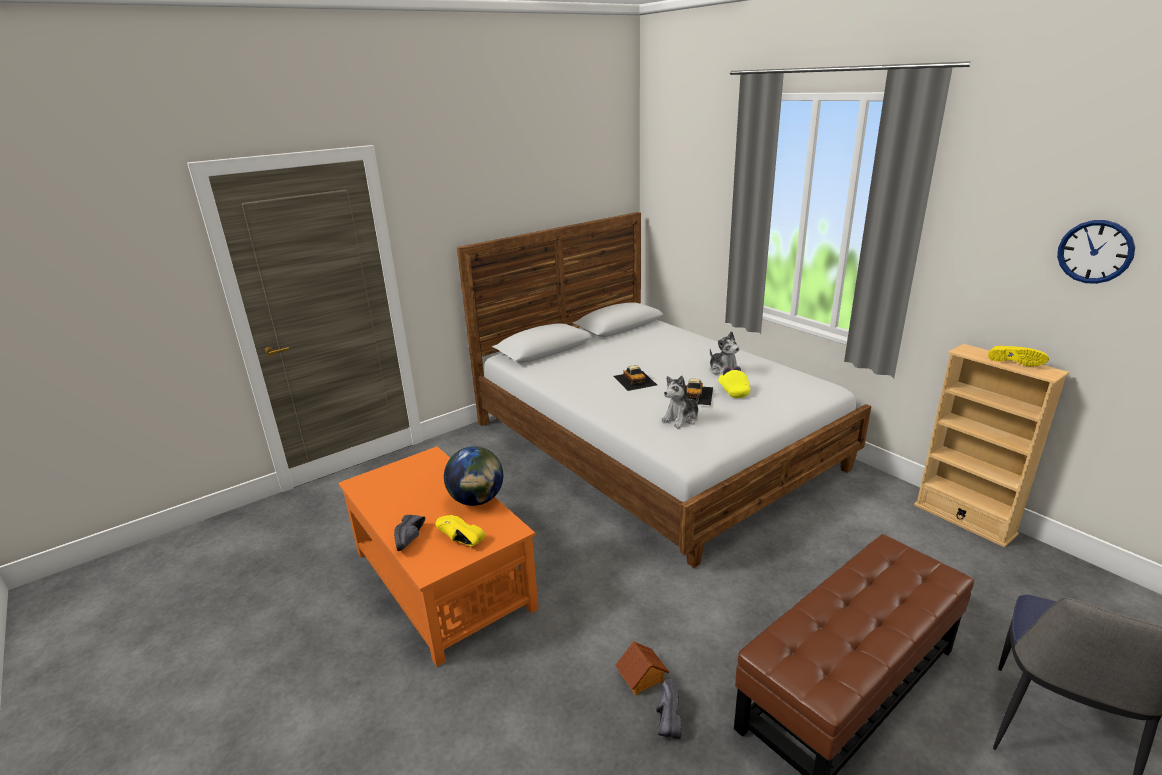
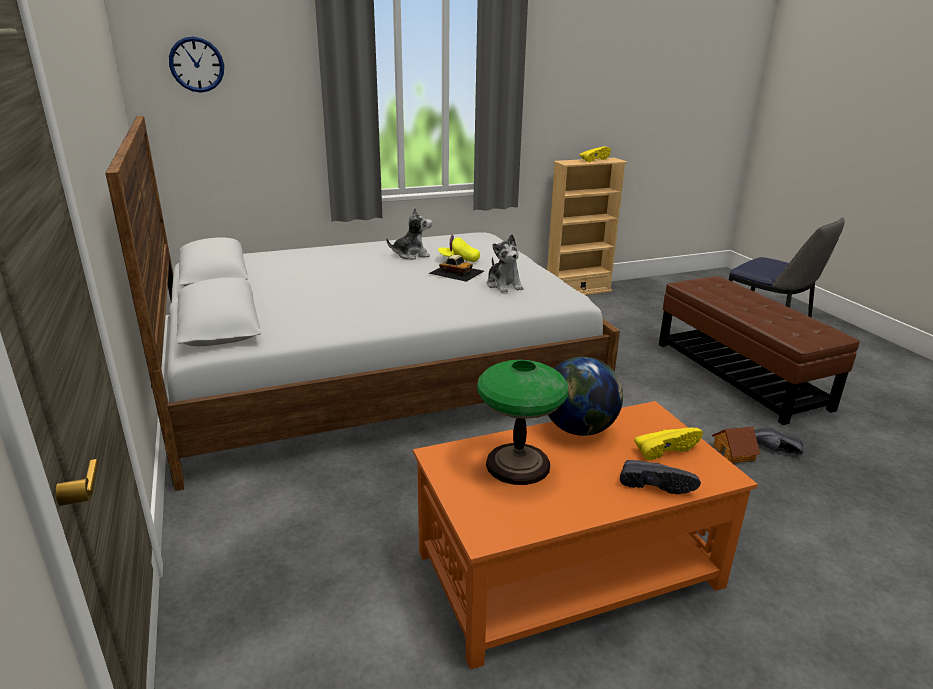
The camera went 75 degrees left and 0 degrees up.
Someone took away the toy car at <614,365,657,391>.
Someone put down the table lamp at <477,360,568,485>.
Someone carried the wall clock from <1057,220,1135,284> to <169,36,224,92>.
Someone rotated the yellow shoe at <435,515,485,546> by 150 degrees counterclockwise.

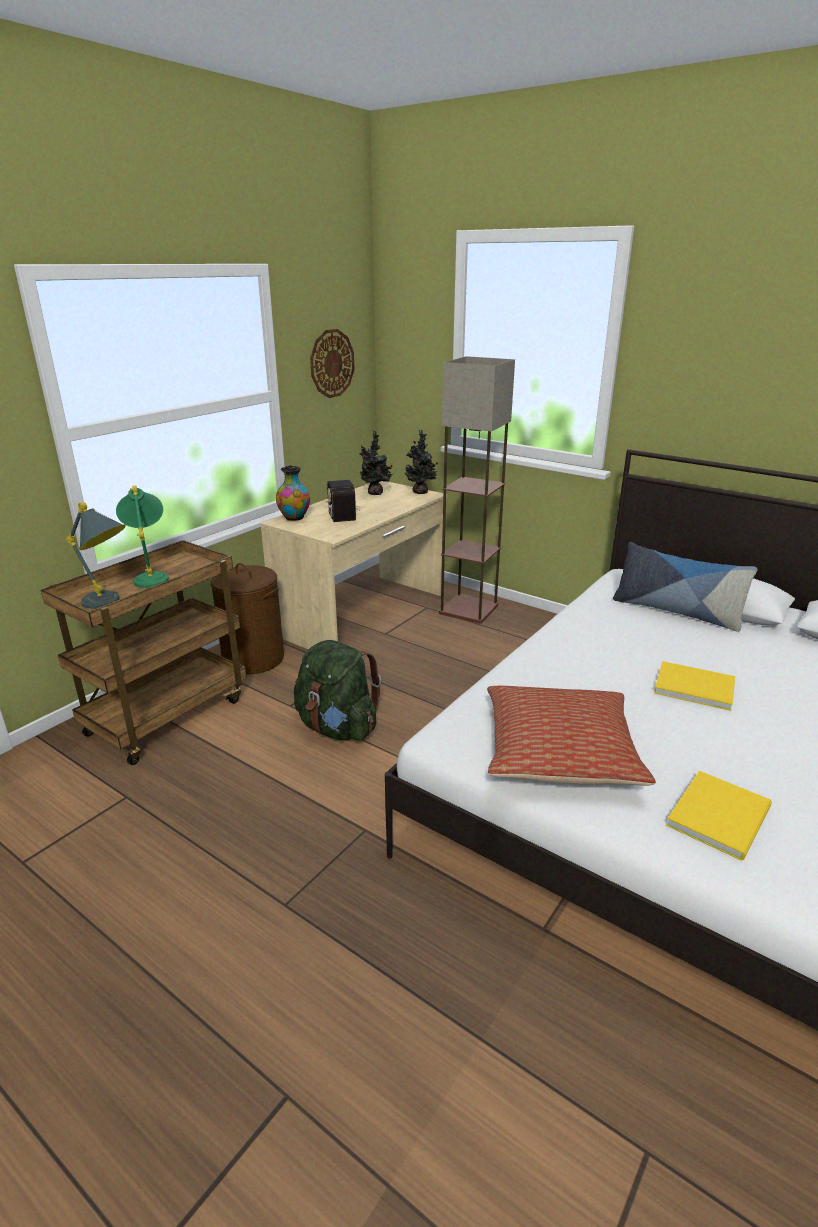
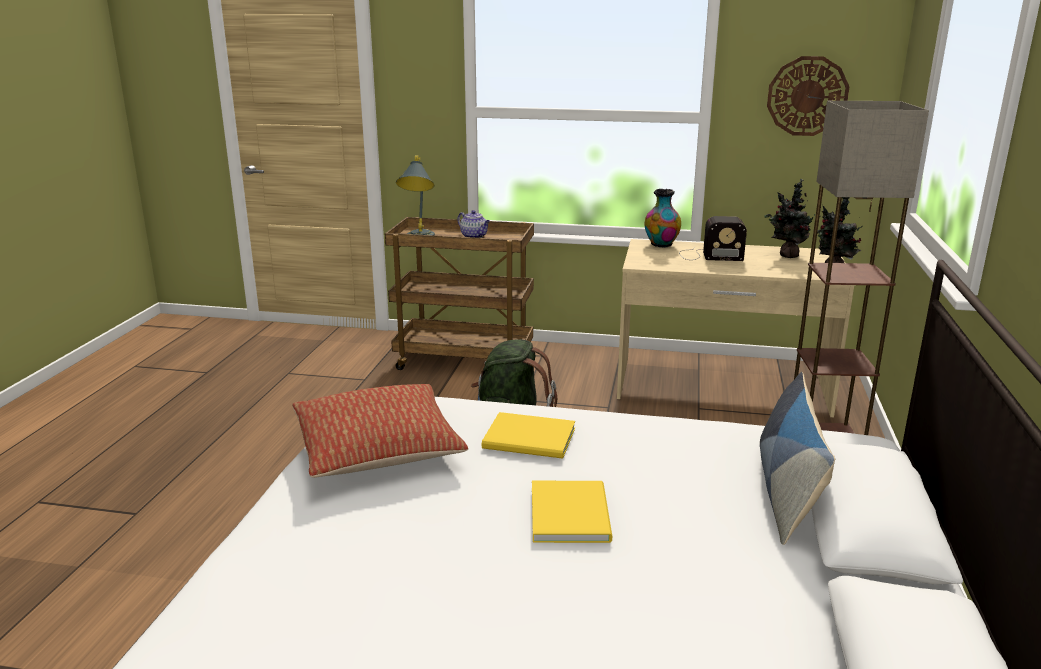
The camera went 65 degrees right and 5 degrees down.
Someone took away the brown laundry basket at <210,563,284,674>.
Someone carried the yellow book from <666,771,772,861> to <482,412,575,459>.
Someone swapped the green table lamp at <116,486,169,588> for the teapot at <457,210,490,238>.
Someone rotated the radio at <325,480,361,522> by 135 degrees counterclockwise.

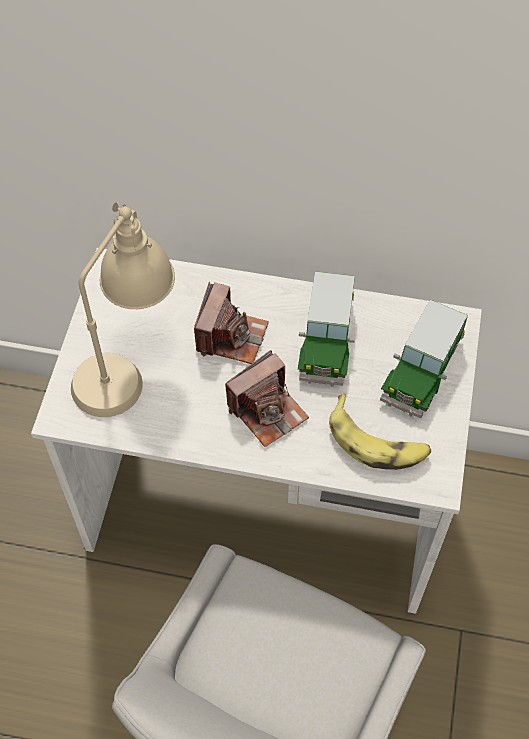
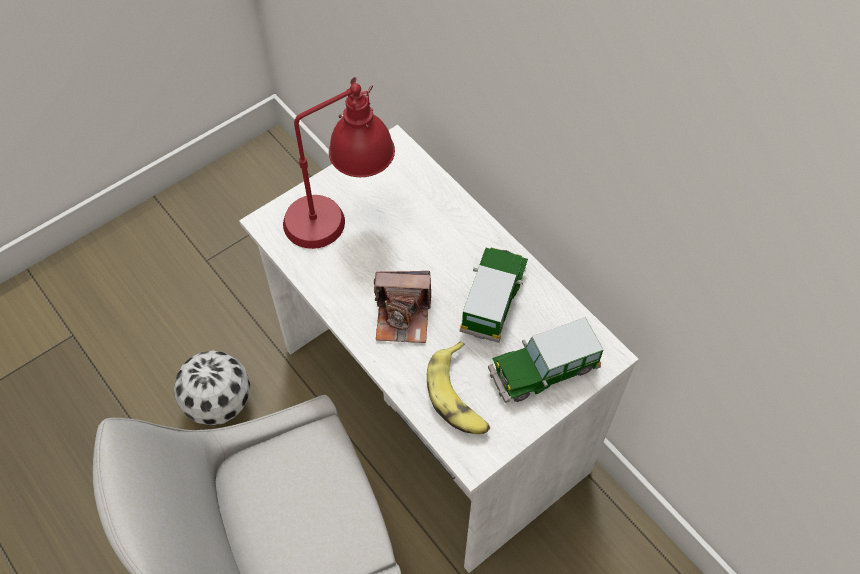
The camera went 40 degrees right and 0 degrees up.
Someone took away the photo camera at <194,282,269,364>.
Someone put down the football at <174,351,250,425>.
Someone repainted the beige table lamp at <71,202,175,417>, which became the red table lamp at <283,77,395,249>.
Someone rotated the toy car at <298,271,355,387> by 150 degrees clockwise.

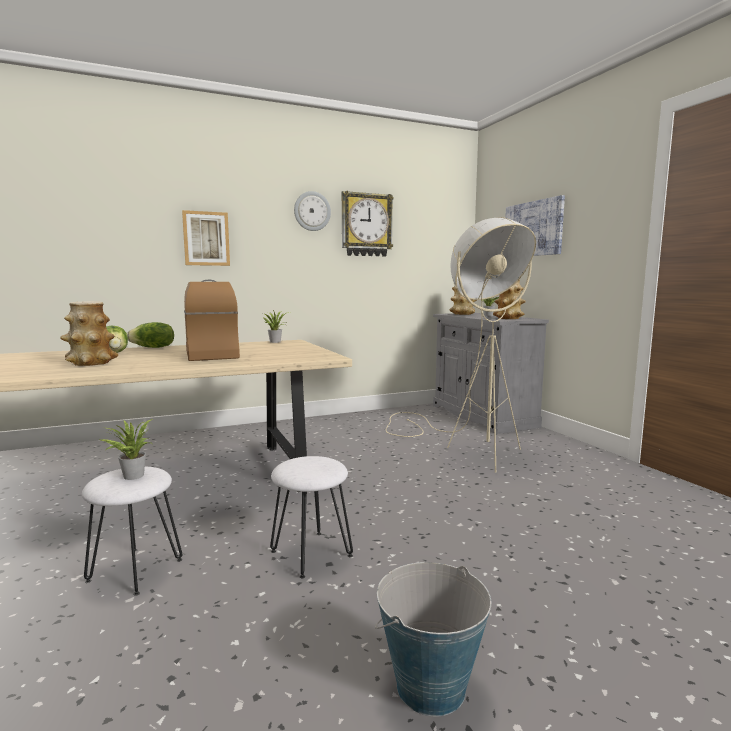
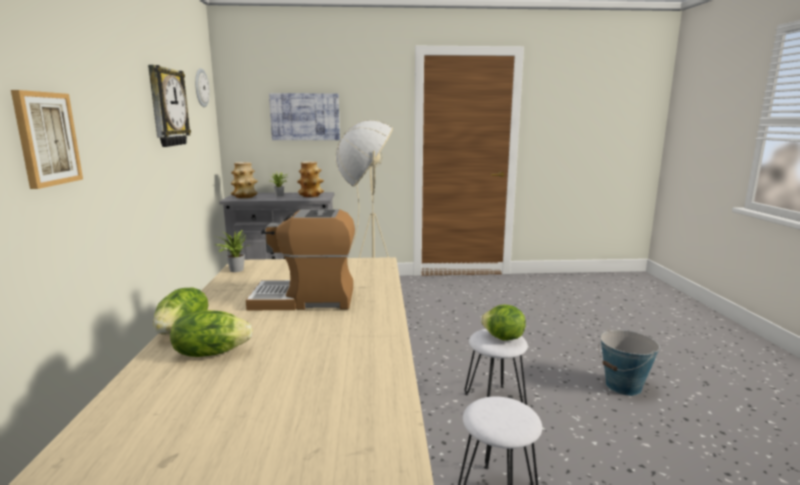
The camera went 70 degrees left and 5 degrees up.
Someone took away the vase at <60,301,118,366>.
Someone took away the potted plant at <99,419,153,480>.
Someone put down the lettuce at <481,305,526,340>.
Someone carried the wall clock from <294,191,331,231> to <195,68,210,107>.

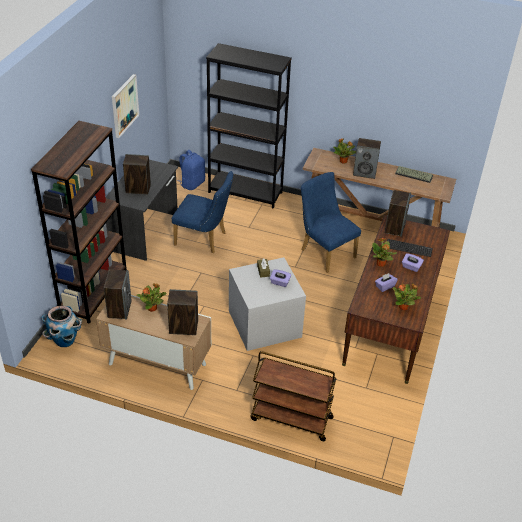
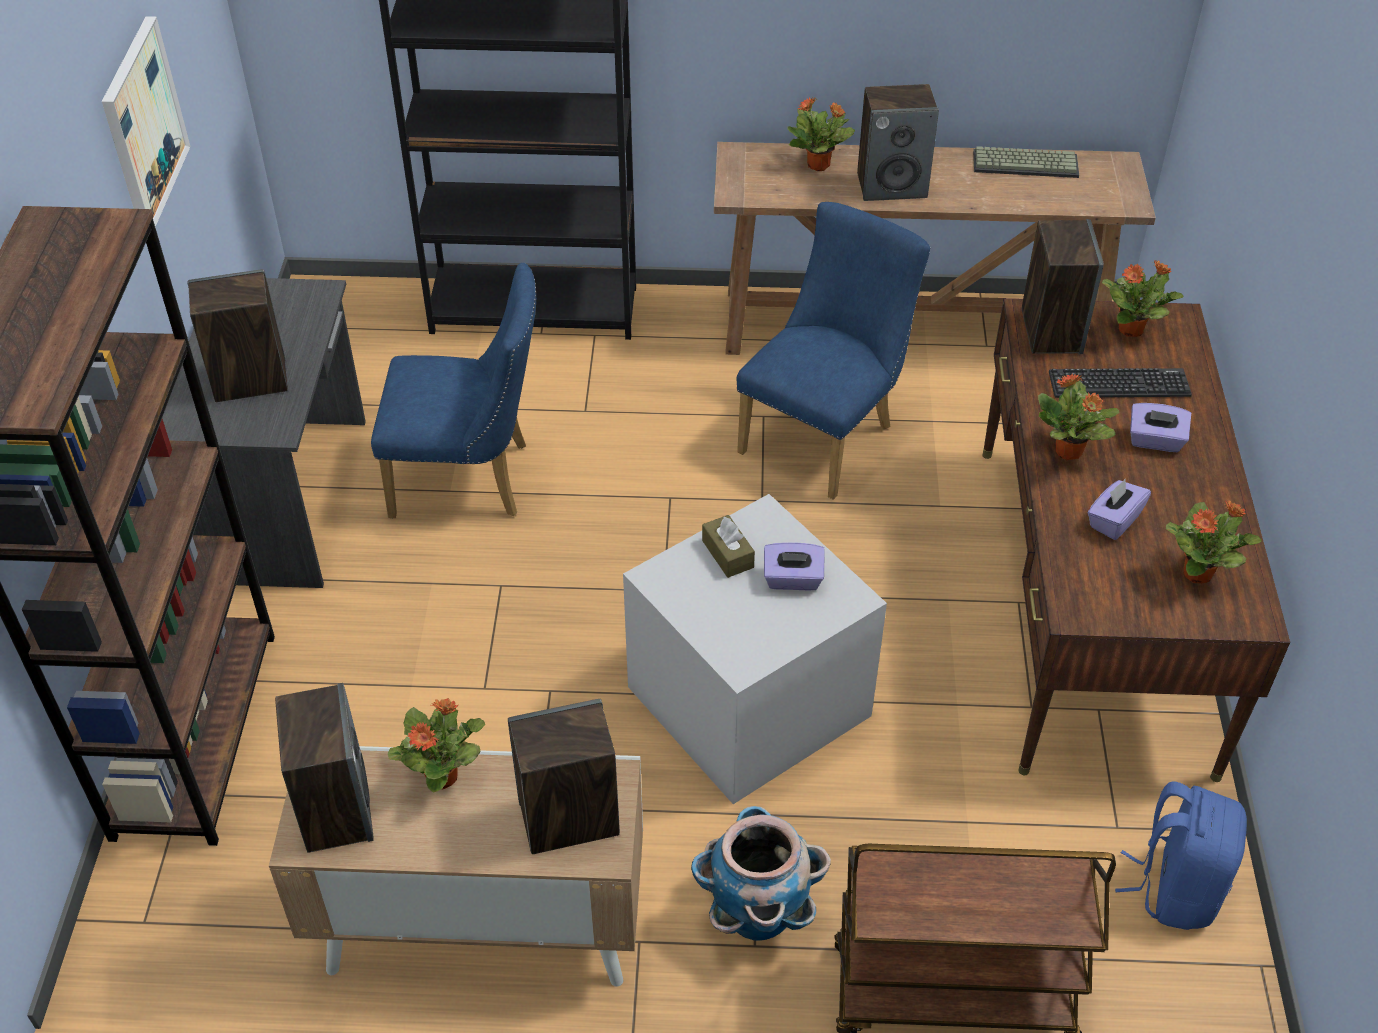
The camera went 15 degrees left and 5 degrees up.
Someone put down the potted plant at <1102,260,1183,337>.
Someone carried the planter from <41,306,82,347> to <691,806,831,941>.
Someone carried the blue backpack from <178,150,205,190> to <1115,782,1247,930>.
Someone rotated the blue chair at <301,172,361,273> by 90 degrees clockwise.

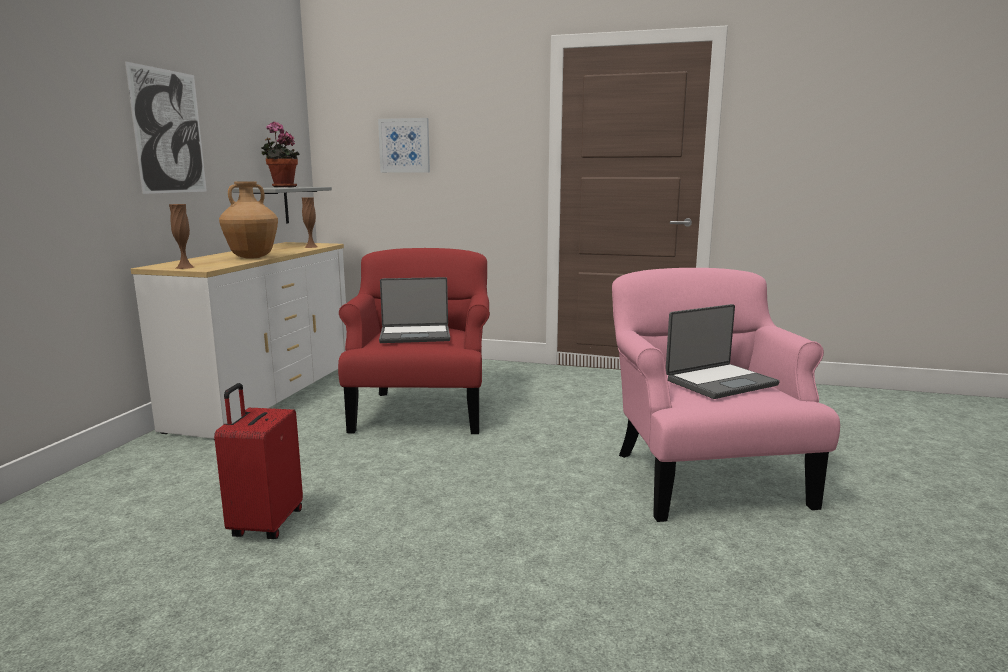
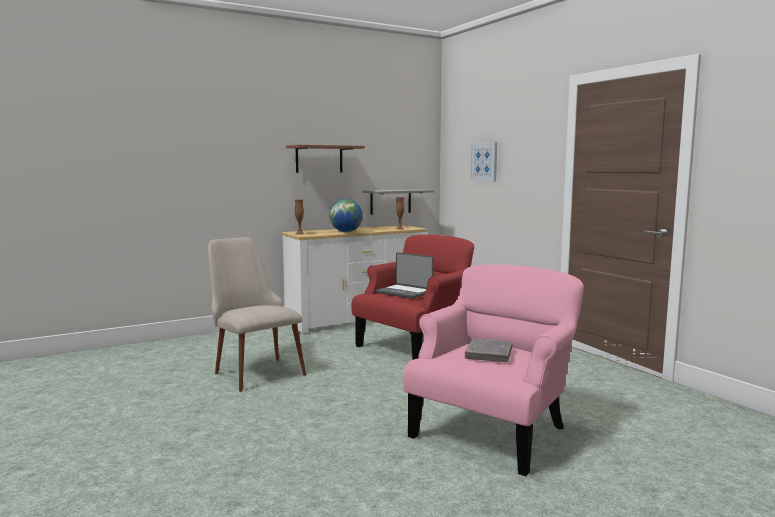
The camera went 45 degrees right and 5 degrees down.
Someone took away the potted plant at <261,122,300,187>.
Someone swapped the picture at <125,61,207,194> for the brown shelf at <286,145,365,173>.
Someone swapped the red suitcase at <214,383,303,539> for the beige chair at <208,237,306,392>.
Someone swapped the brown vase at <219,182,278,259> for the globe at <330,199,363,232>.
Someone swapped the laptop at <666,304,780,399> for the grey book at <465,338,513,362>.

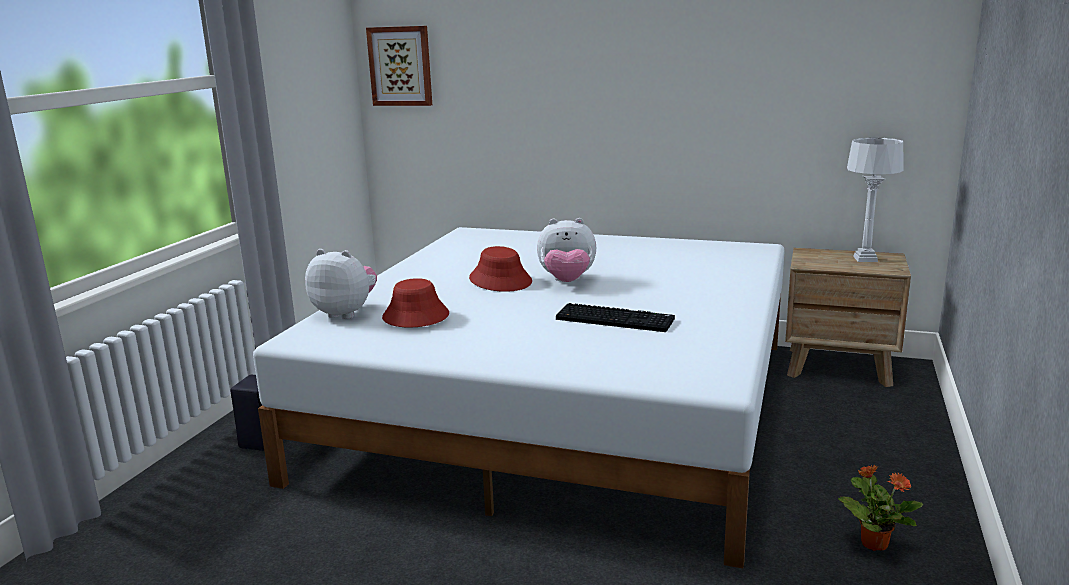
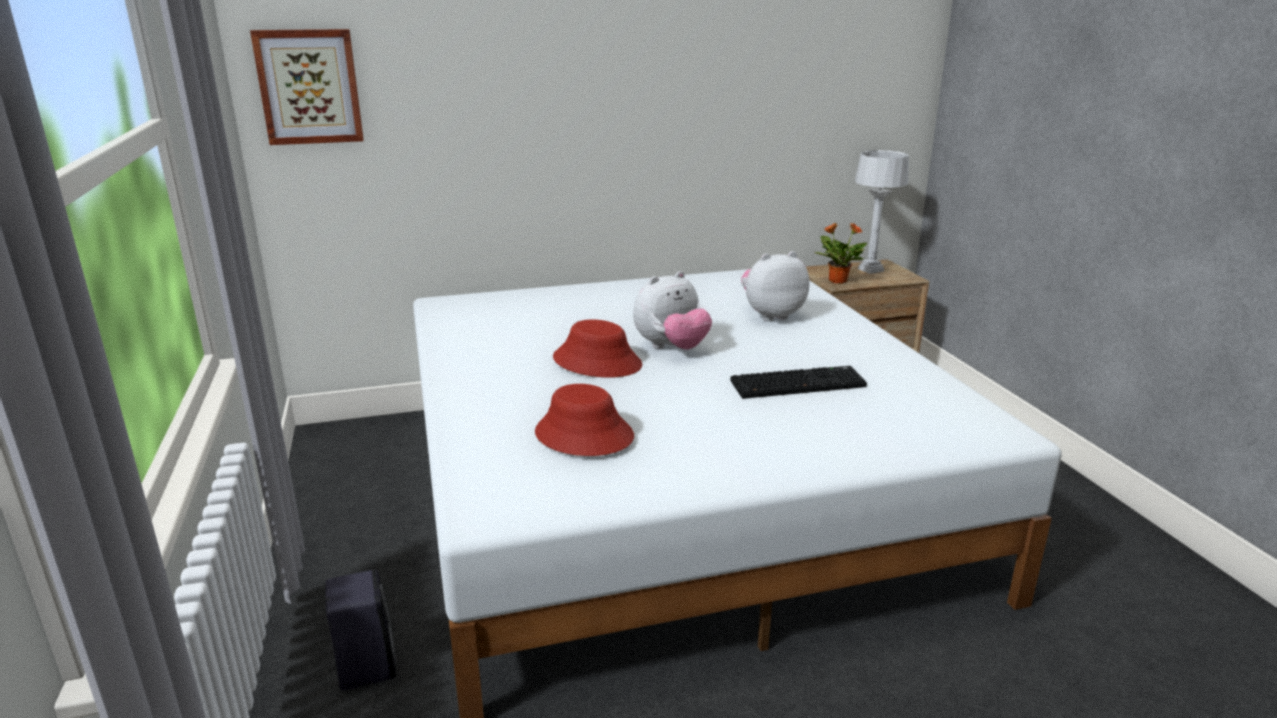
The camera went 35 degrees left and 5 degrees up.
Someone carried the plush toy from <305,249,377,319> to <741,251,810,321>.
Someone carried the potted plant from <838,465,923,551> to <814,223,867,284>.

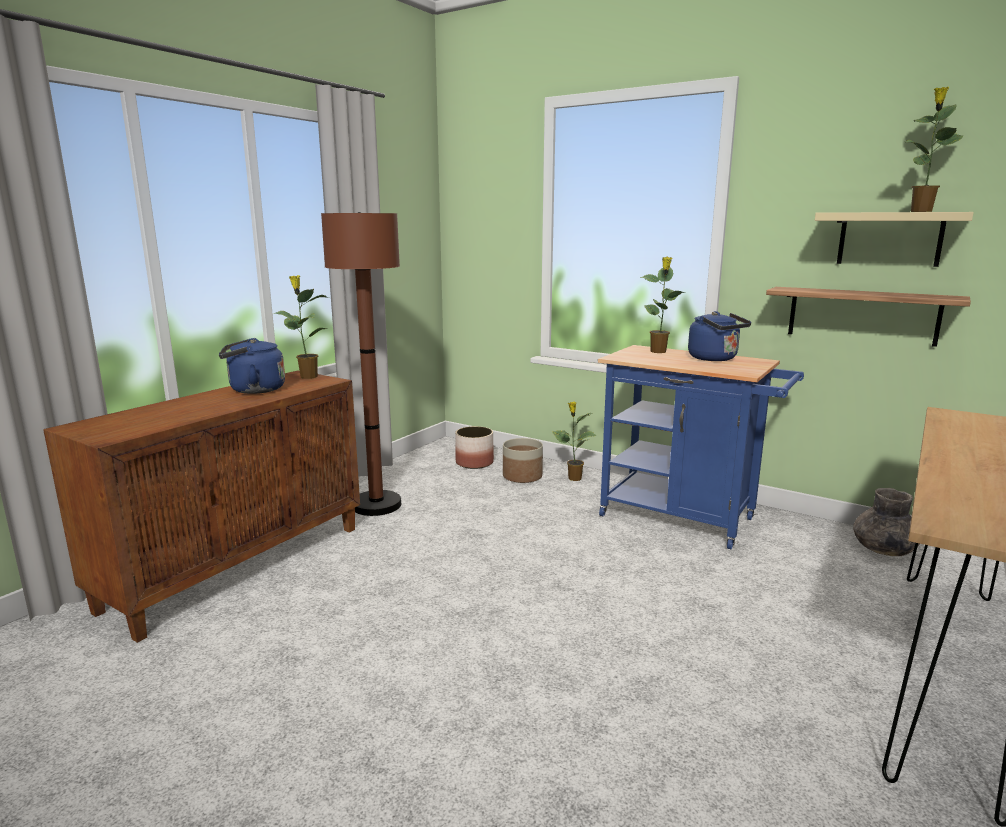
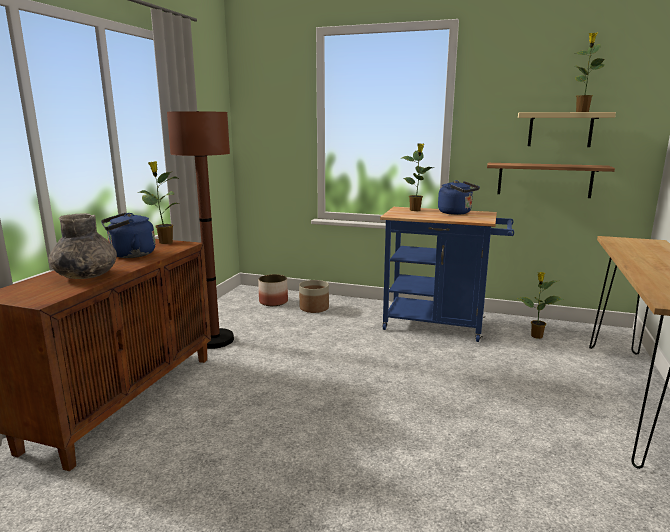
The camera went 15 degrees left and 0 degrees up.
Someone carried the potted plant from <552,402,597,481> to <517,272,564,339>.
Someone carried the grey vase from <853,488,920,556> to <49,213,117,279>.

